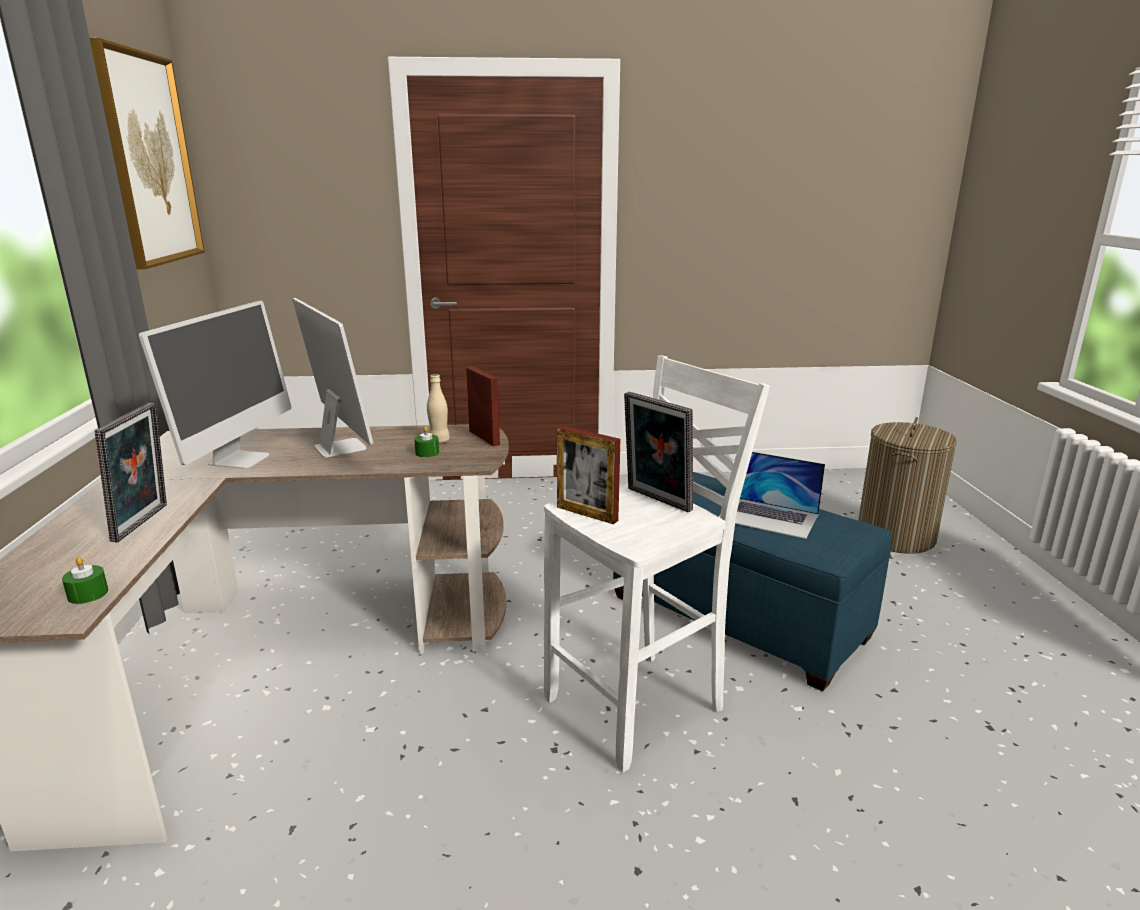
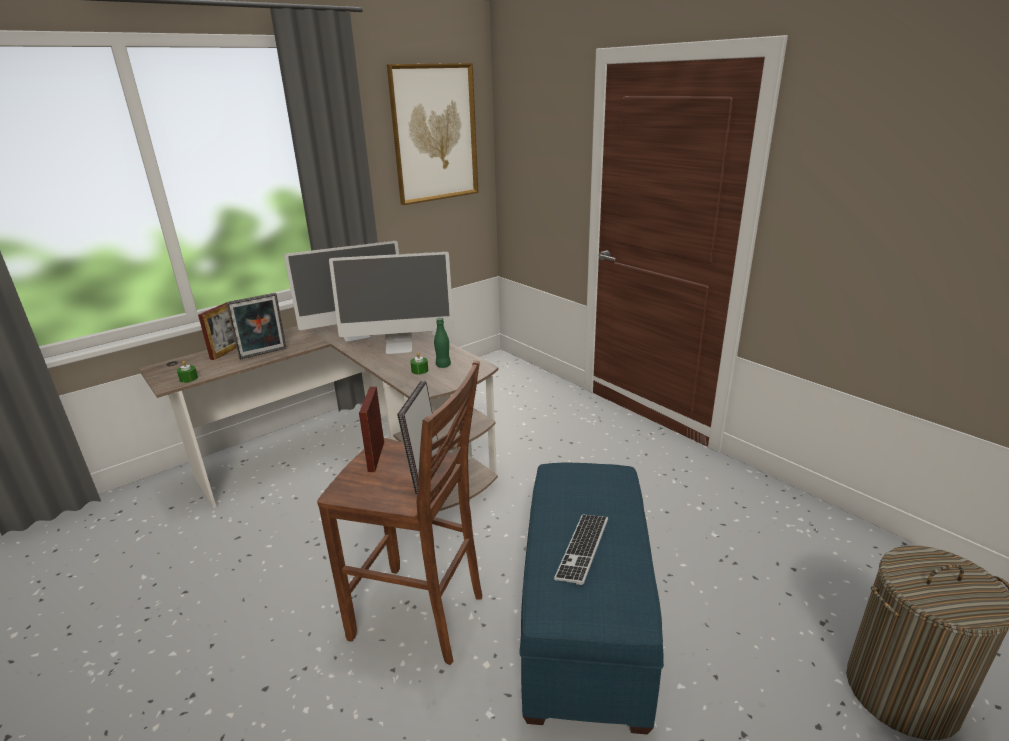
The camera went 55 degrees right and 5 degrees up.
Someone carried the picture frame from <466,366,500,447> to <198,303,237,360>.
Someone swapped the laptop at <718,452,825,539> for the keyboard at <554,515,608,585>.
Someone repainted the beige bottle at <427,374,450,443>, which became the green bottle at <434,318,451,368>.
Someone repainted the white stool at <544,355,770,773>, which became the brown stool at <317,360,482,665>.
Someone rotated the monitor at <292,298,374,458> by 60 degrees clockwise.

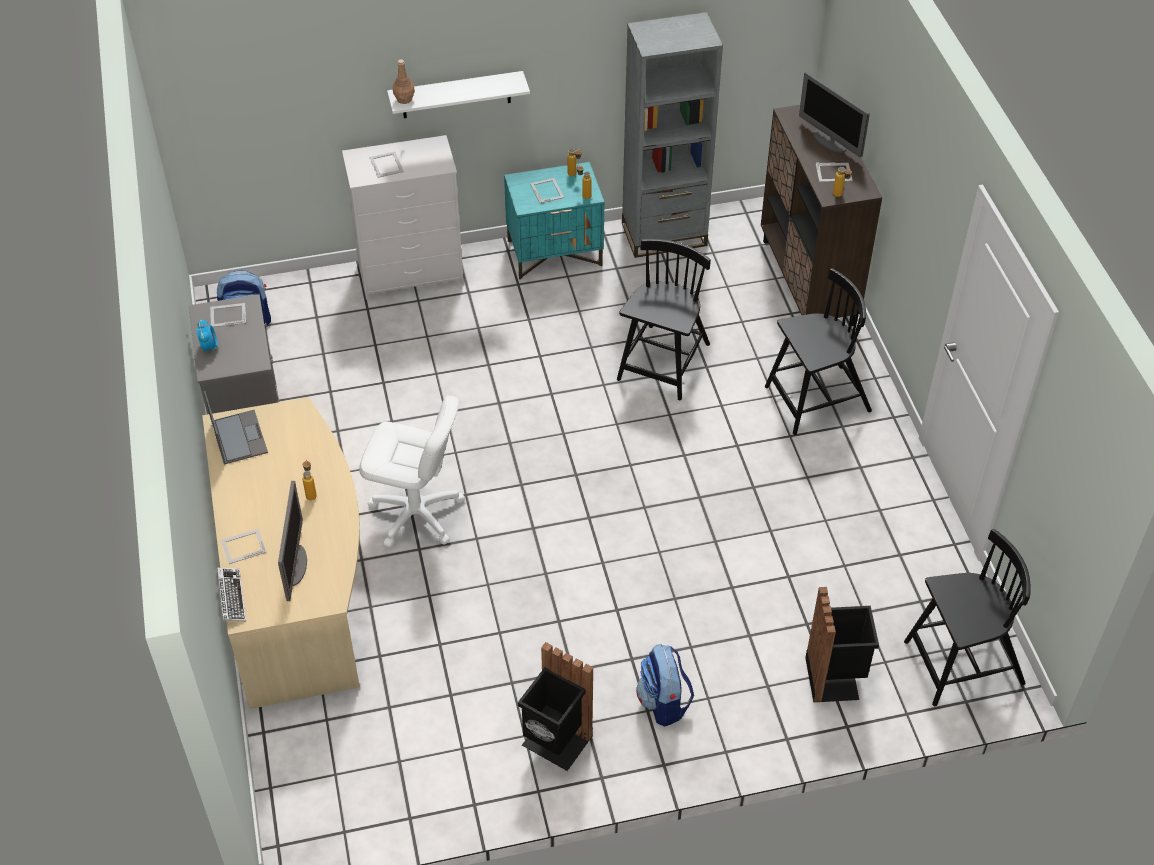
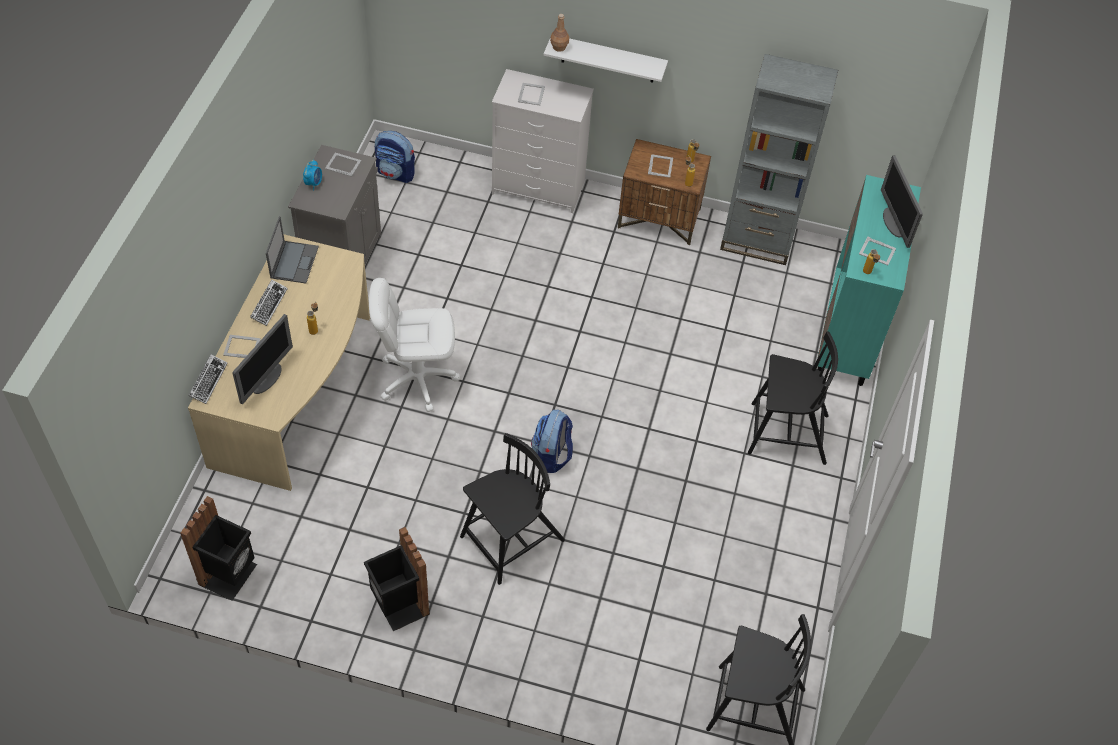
The camera went 25 degrees right and 5 degrees up.
Someone put down the keyboard at <250,280,288,326>.
Someone carried the black chair from <617,239,711,401> to <460,433,565,585>.
Someone carried the backpack from <636,644,694,727> to <531,409,573,473>.
Someone carried the black trash can from <805,587,879,702> to <180,496,257,601>.
Someone repainted the turquoise nightstand at <504,162,604,280>, which became the brown nightstand at <618,139,711,245>.
Someone repainted the brown cabinet at <761,105,882,326>, which became the turquoise cabinet at <817,175,921,386>.
Someone rotated the white office chair at <359,396,465,548> by 135 degrees clockwise.

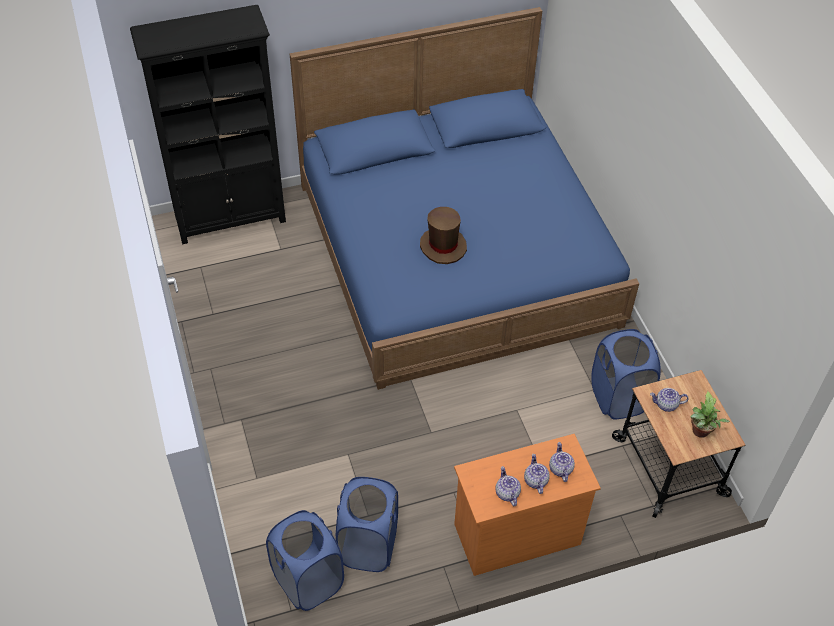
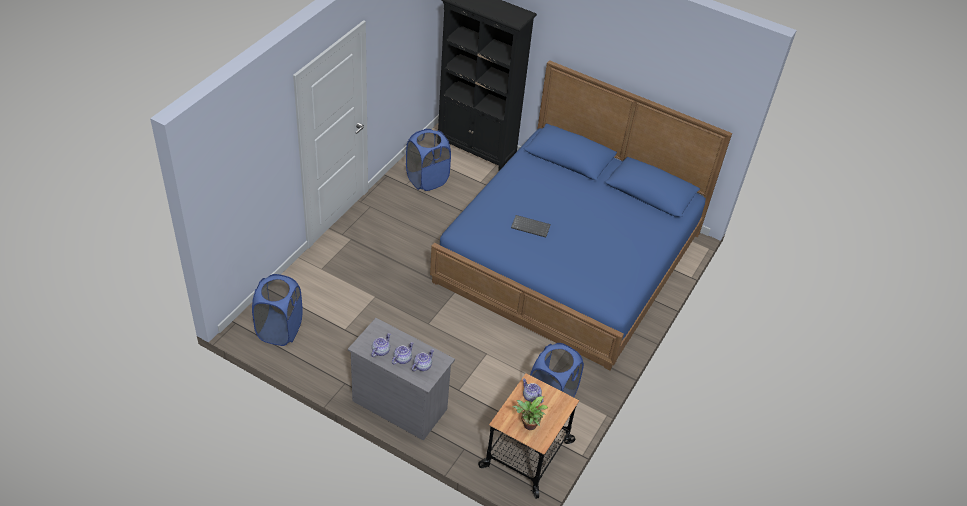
The camera went 45 degrees right and 5 degrees down.
Someone carried the blue laundry basket from <336,477,398,572> to <406,129,451,191>.
Someone swapped the brown hat at <420,207,467,264> for the keyboard at <511,215,551,238>.
Someone repainted the orange dresser at <454,434,601,576>, which became the grey dresser at <348,318,455,441>.

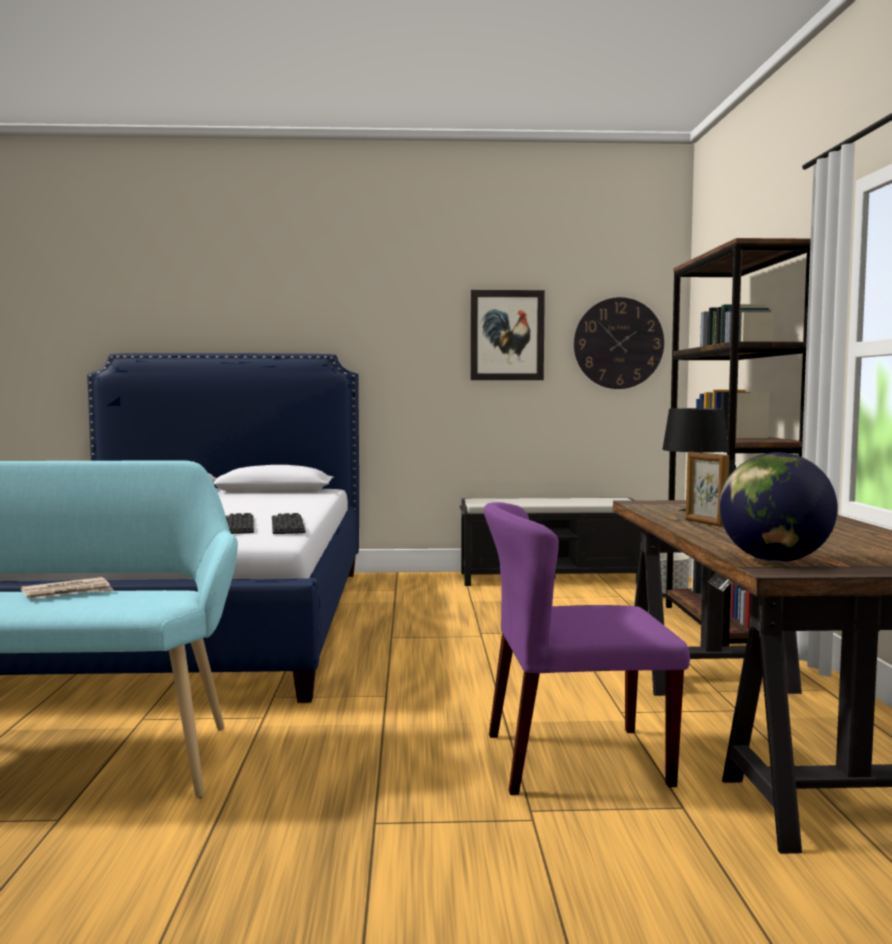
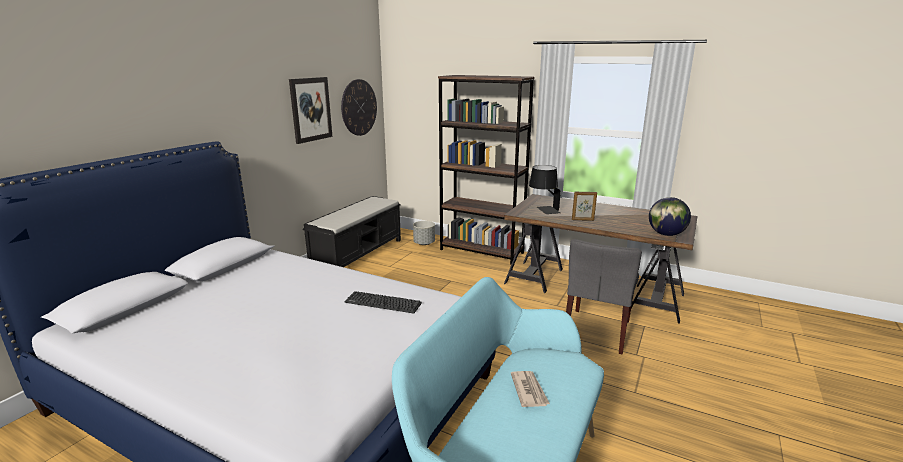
The camera went 60 degrees left and 15 degrees up.
Someone took away the keyboard at <272,513,306,534>.
Someone repainted the purple chair at <484,502,690,795>, which became the grey chair at <566,239,642,354>.

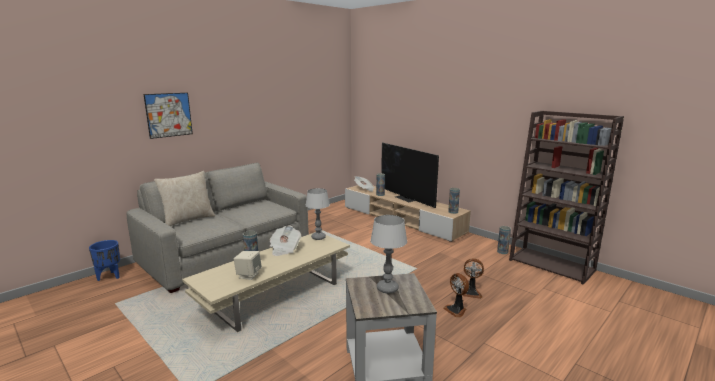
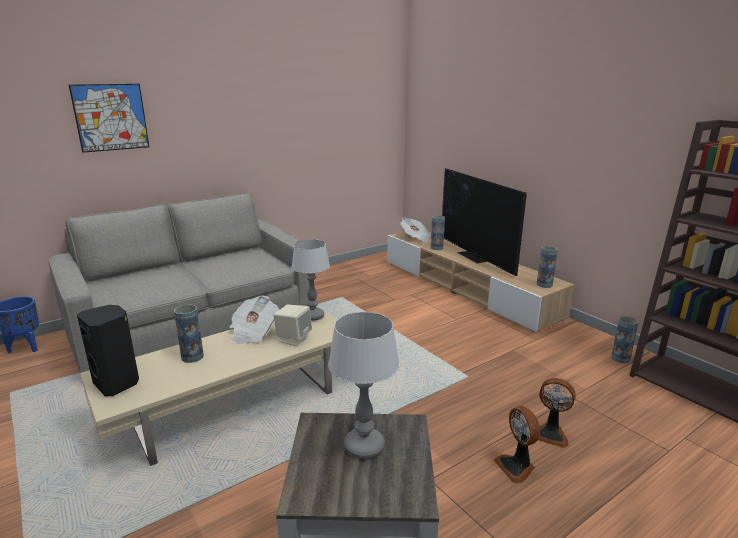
The camera went 10 degrees right and 5 degrees up.
Someone took away the beige pillow at <154,171,215,226>.
Someone put down the black speaker at <77,305,139,397>.
Someone carried the beige speaker from <234,251,262,280> to <274,305,312,346>.

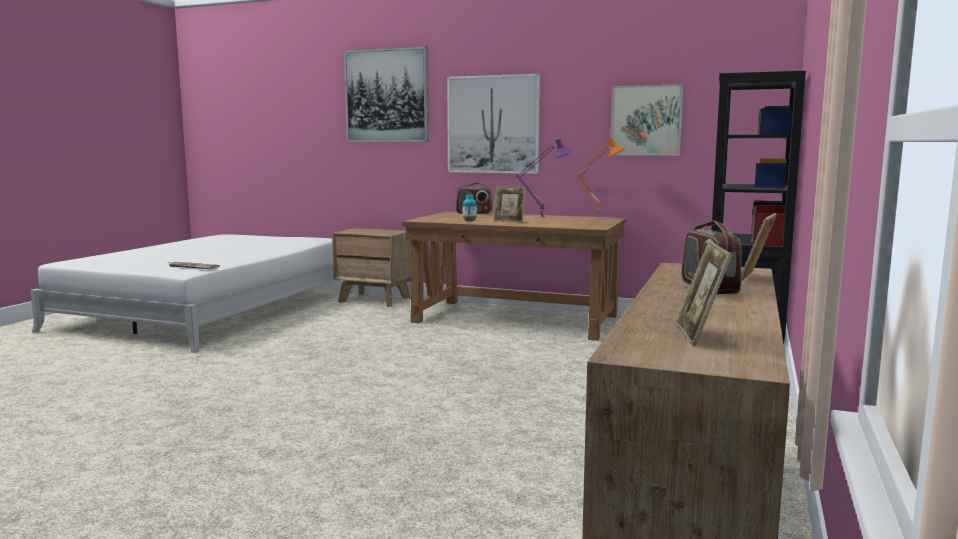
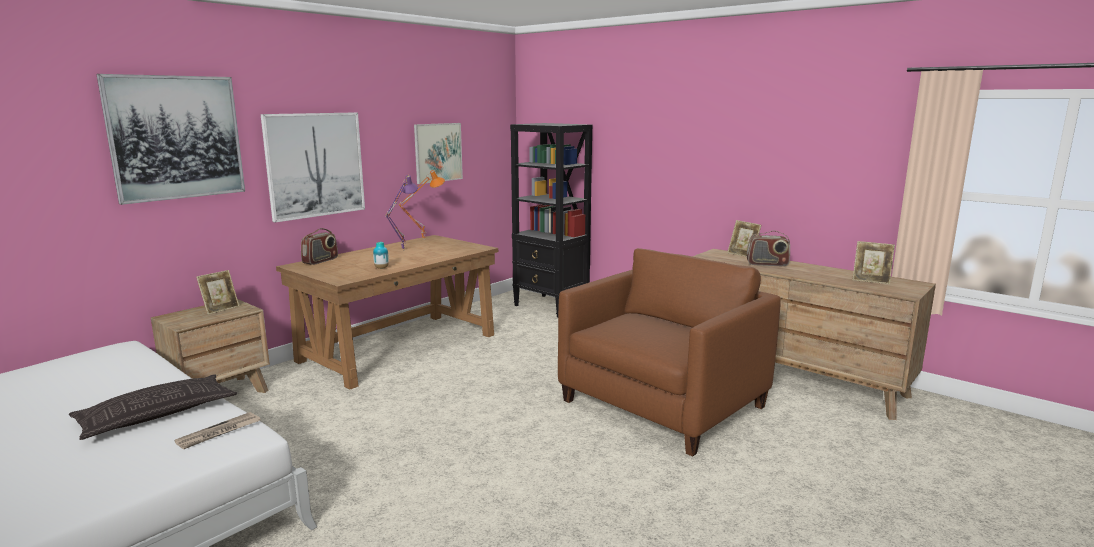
The camera went 70 degrees left and 5 degrees up.
Someone put down the pillow at <69,374,237,440>.
Someone put down the brown armchair at <558,248,781,457>.
Someone carried the picture frame from <493,186,526,222> to <196,270,239,315>.

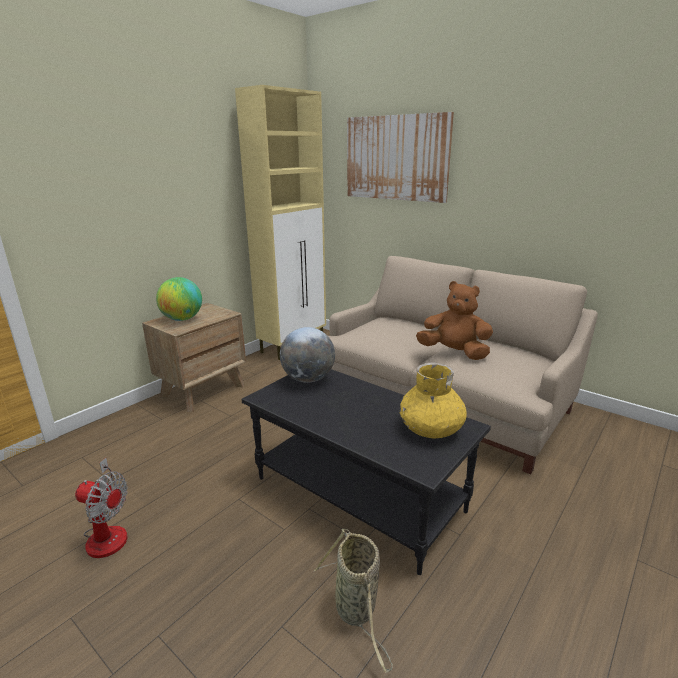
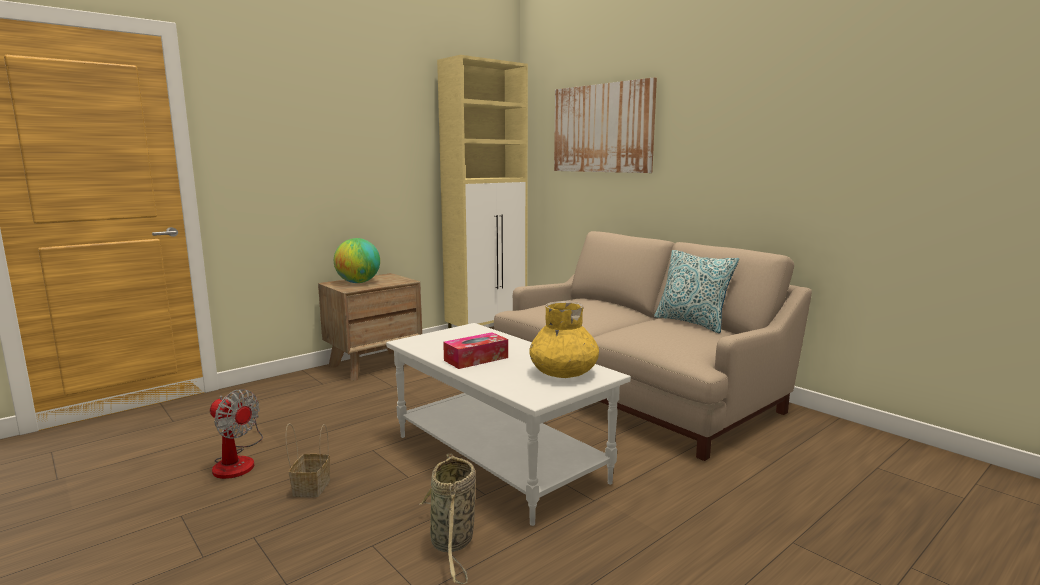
The camera went 10 degrees right and 10 degrees down.
Someone took away the globe at <280,327,335,383>.
Someone took away the brown plush toy at <416,281,493,360>.
Someone put down the basket at <285,423,330,497>.
Someone put down the tissue box at <443,332,508,369>.
Someone put down the pillow at <654,250,739,333>.
Someone repainted the black coffee table at <242,369,491,575>, which became the white coffee table at <386,323,631,526>.

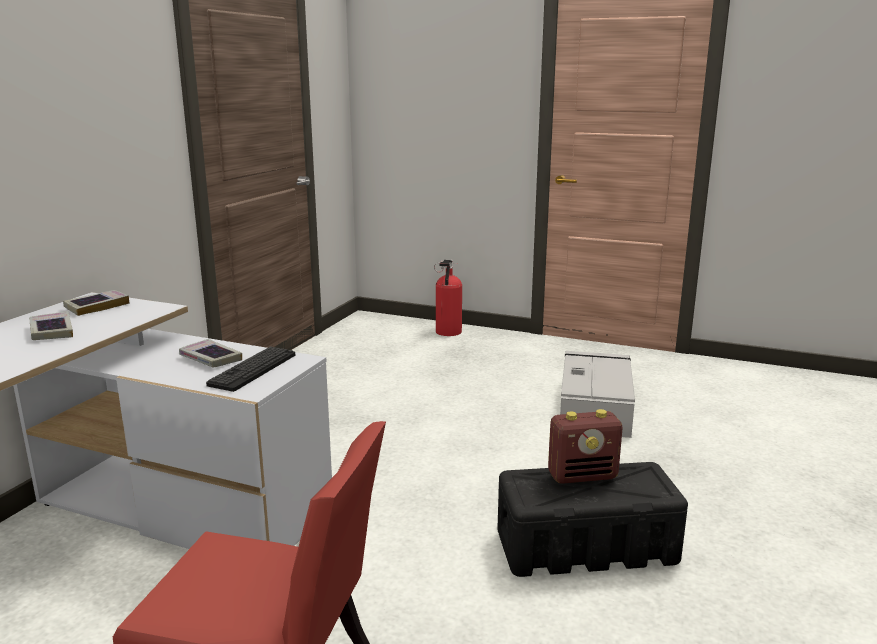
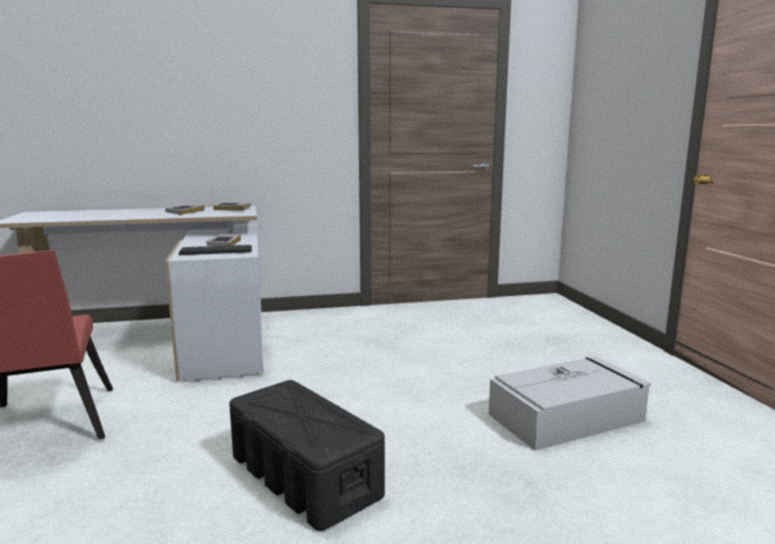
The camera went 55 degrees right and 5 degrees down.
Someone took away the fire extinguisher at <434,260,462,336>.
Someone took away the radio at <548,409,623,484>.

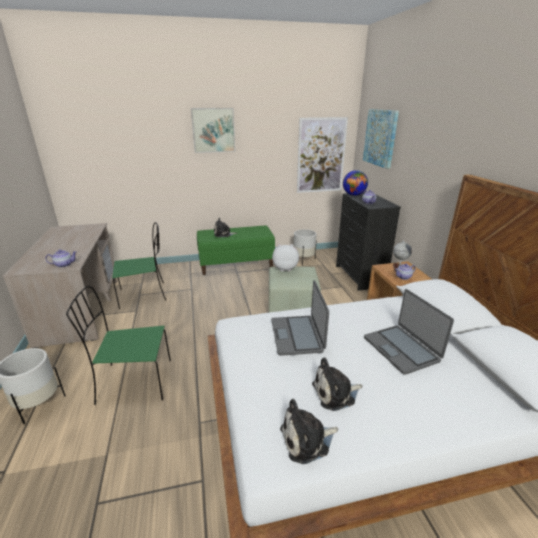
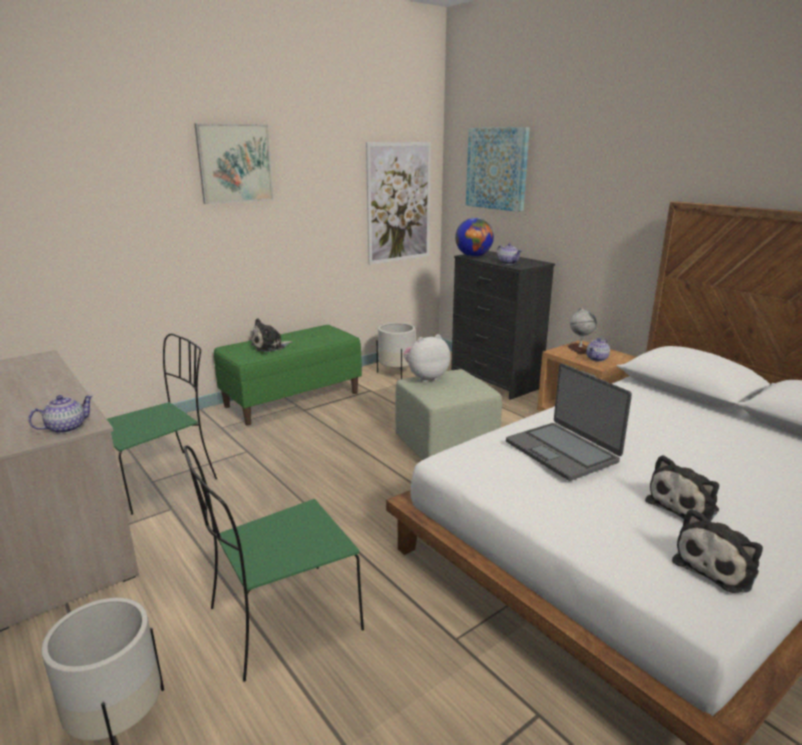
The camera went 25 degrees left and 5 degrees down.
Someone took away the laptop at <364,289,454,375>.

